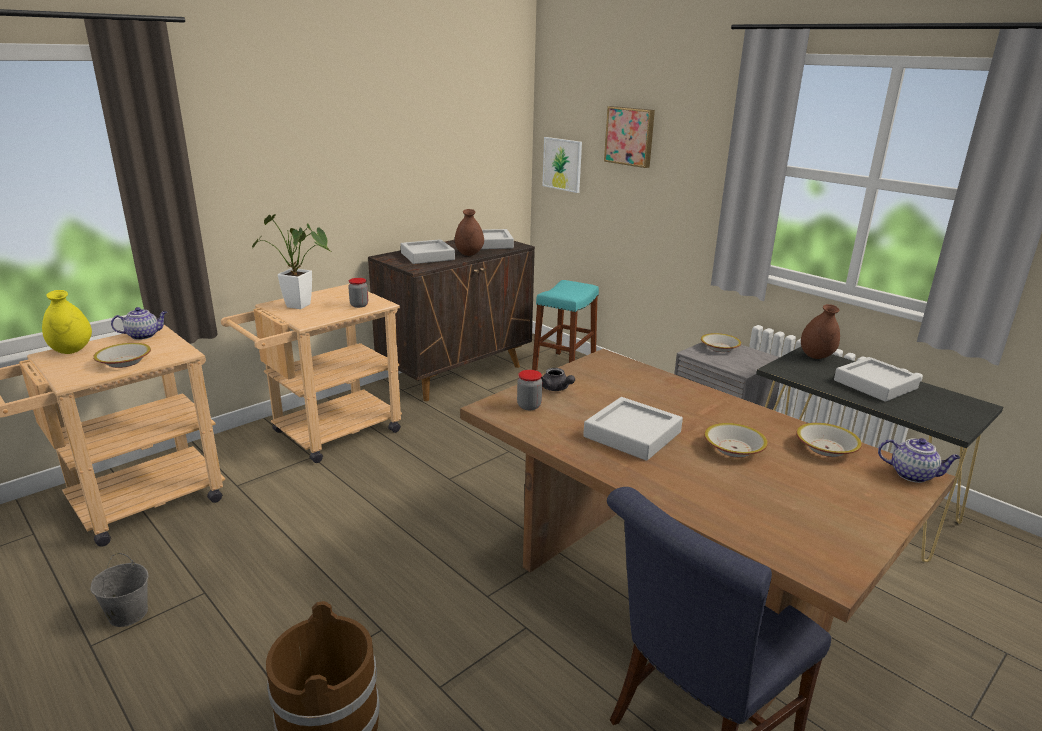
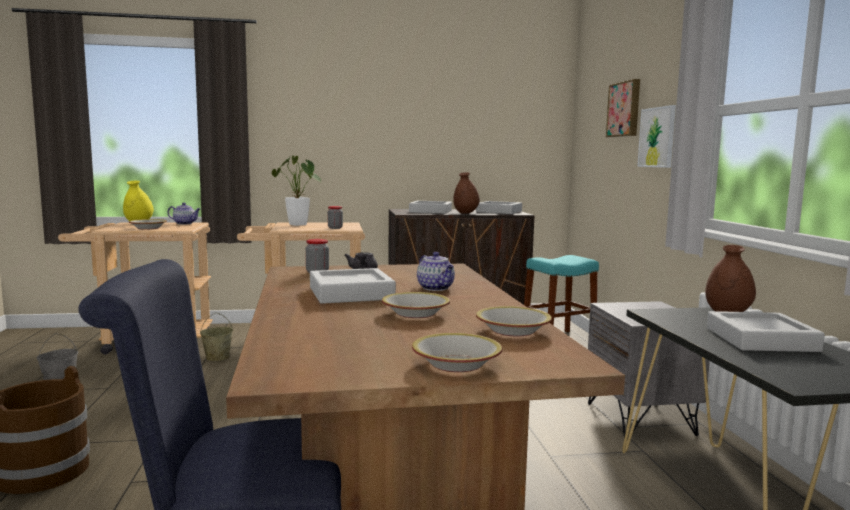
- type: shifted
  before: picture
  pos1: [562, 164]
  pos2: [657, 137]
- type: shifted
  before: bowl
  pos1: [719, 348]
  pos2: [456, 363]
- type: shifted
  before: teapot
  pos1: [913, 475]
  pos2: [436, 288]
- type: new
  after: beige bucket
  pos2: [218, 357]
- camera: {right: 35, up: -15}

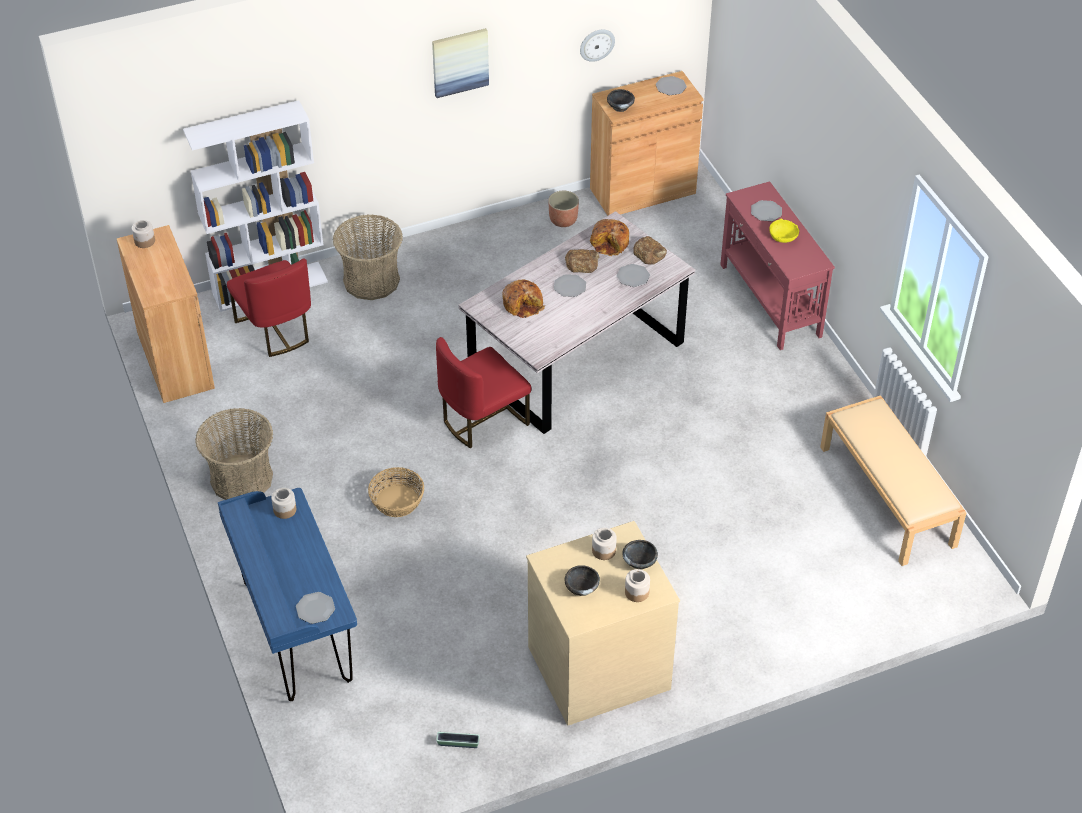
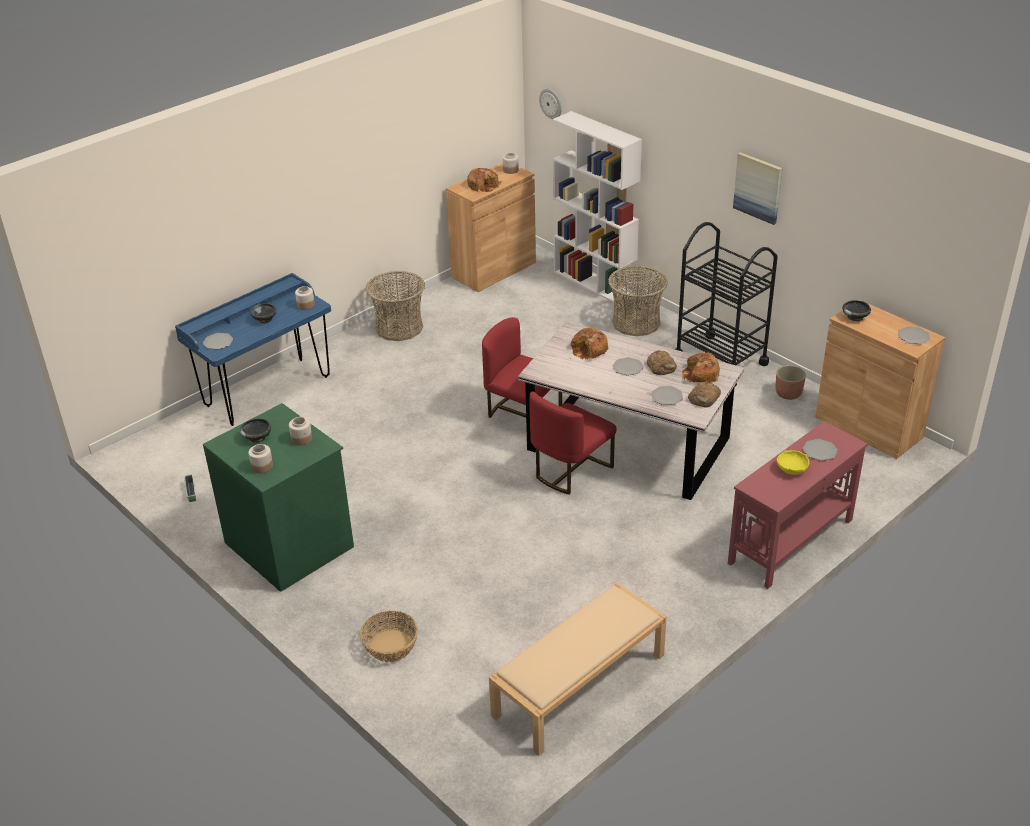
- type: shifted
  before: red chair
  pos1: [276, 330]
  pos2: [570, 471]
- type: shifted
  before: basket
  pos1: [397, 501]
  pos2: [390, 645]
- type: repainted
  before: beige dresser
  after: green dresser
  pos1: [598, 666]
  pos2: [291, 544]
- type: shifted
  before: wall clock
  pos1: [596, 44]
  pos2: [551, 103]
- type: shifted
  before: black bowl
  pos1: [639, 562]
  pos2: [265, 319]
- type: new
  after: bread
  pos2: [483, 185]
- type: new
  after: black cart
  pos2: [720, 360]
- camera: {right: 70, up: -10}

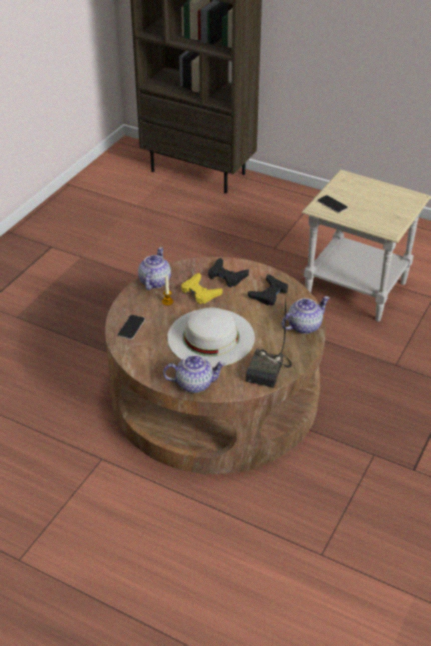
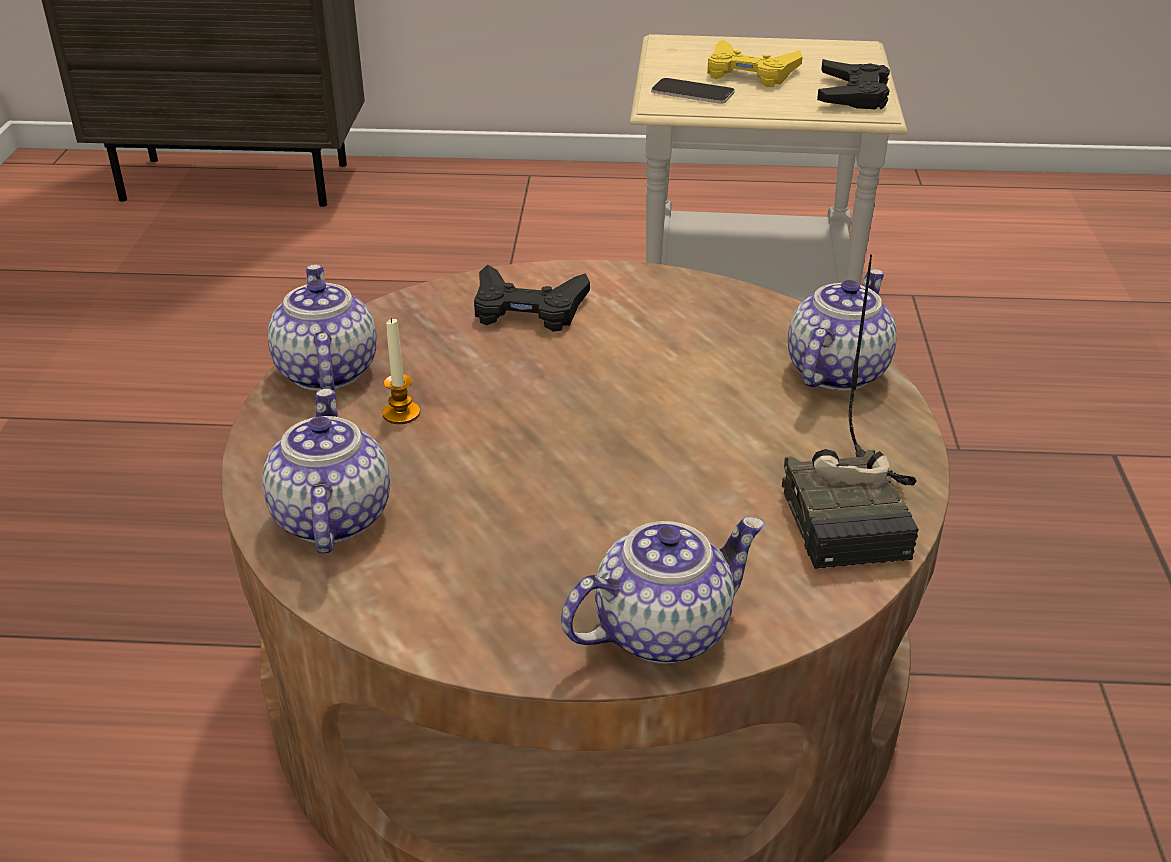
- type: swapped
  before: phone
  after: teapot
  pos1: [131, 327]
  pos2: [330, 517]
- type: gone
  before: white hat
  pos1: [211, 337]
- type: shifted
  before: yellow game controller
  pos1: [200, 292]
  pos2: [750, 73]
- type: shifted
  before: black game controller
  pos1: [269, 294]
  pos2: [852, 94]
- camera: {right: -25, up: -5}

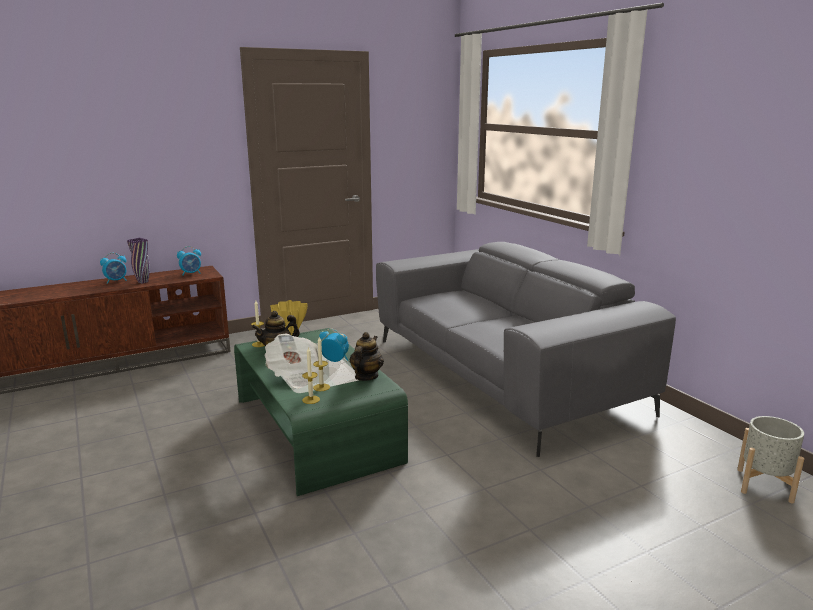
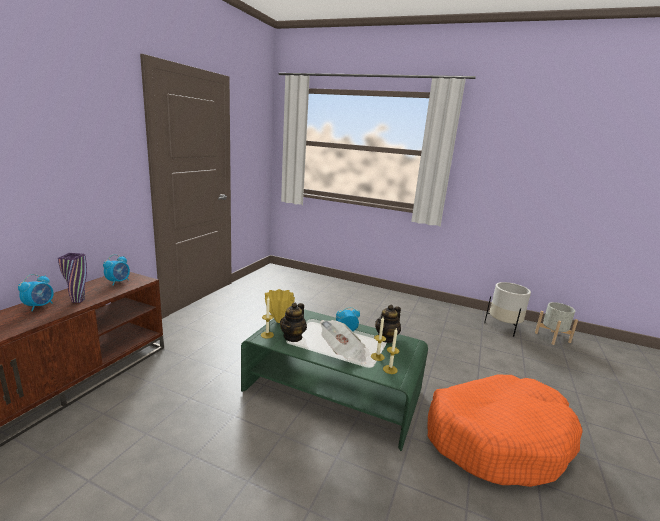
- type: rotated
  before: teapot
  pos1: [366, 376]
  pos2: [386, 338]
  turn: -120
- type: gone
  before: grey sofa
  pos1: [501, 375]
- type: new
  after: orange dog bed
  pos2: [496, 438]
- type: new
  after: white planter
  pos2: [503, 327]
- camera: {right: -40, up: 0}

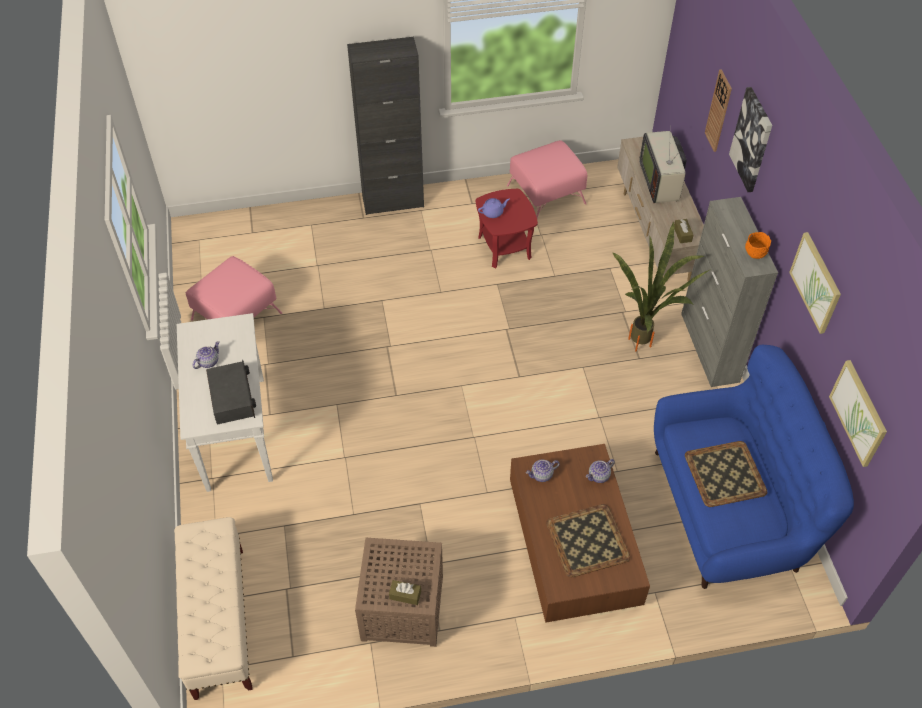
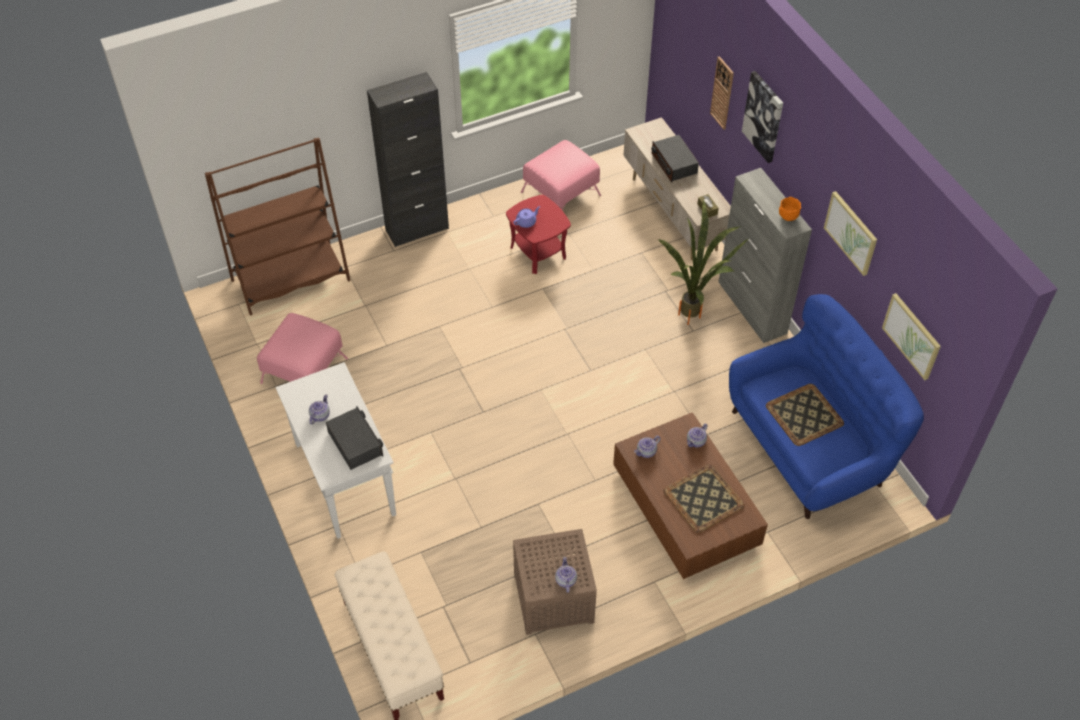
- type: swapped
  before: brown tissue box
  after: teapot
  pos1: [405, 595]
  pos2: [565, 580]
- type: swapped
  before: television
  after: radio
  pos1: [661, 182]
  pos2: [673, 163]
- type: new
  after: brown bookcase
  pos2: [291, 280]
- camera: {right: -15, up: 0}

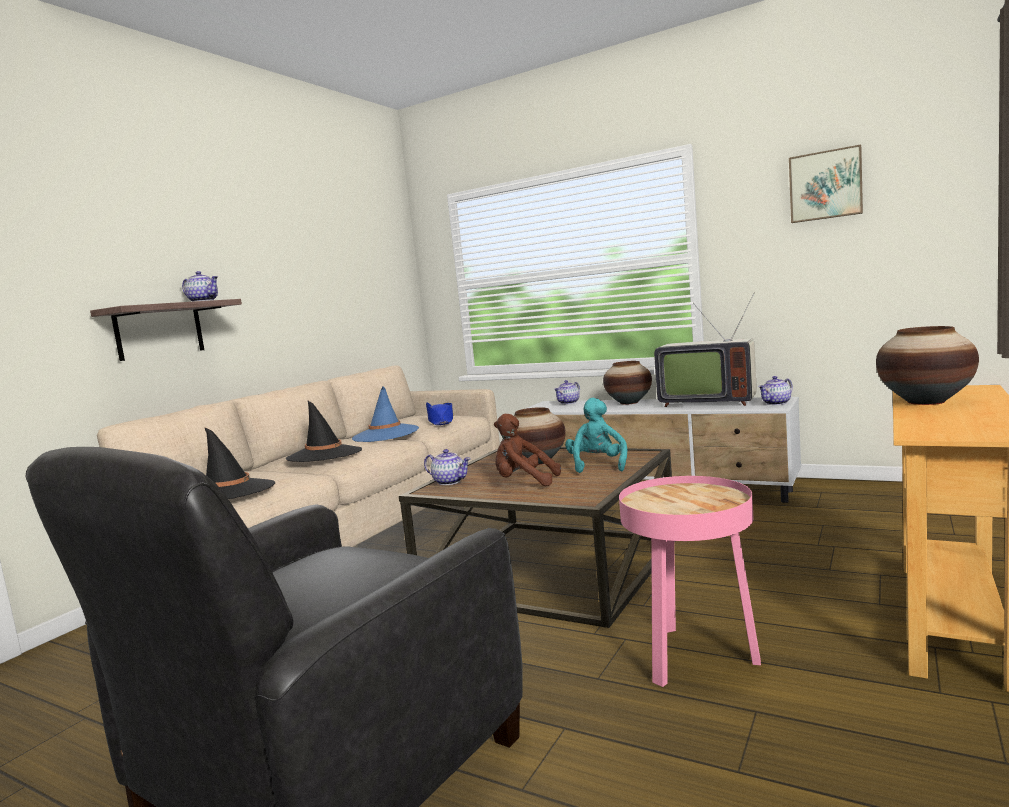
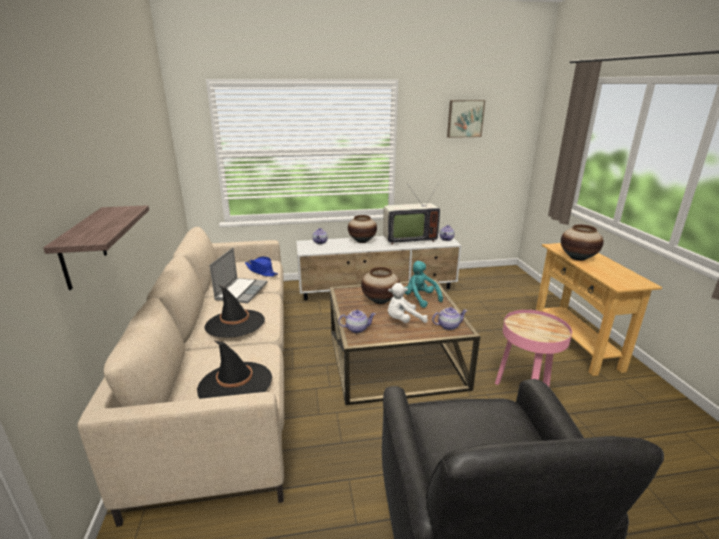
- type: shifted
  before: teapot
  pos1: [204, 301]
  pos2: [448, 326]
- type: swapped
  before: blue hat
  after: laptop
  pos1: [385, 434]
  pos2: [241, 291]
- type: repainted
  before: brown plush toy
  after: white plush toy
  pos1: [523, 482]
  pos2: [403, 321]
- camera: {right: -40, up: 15}

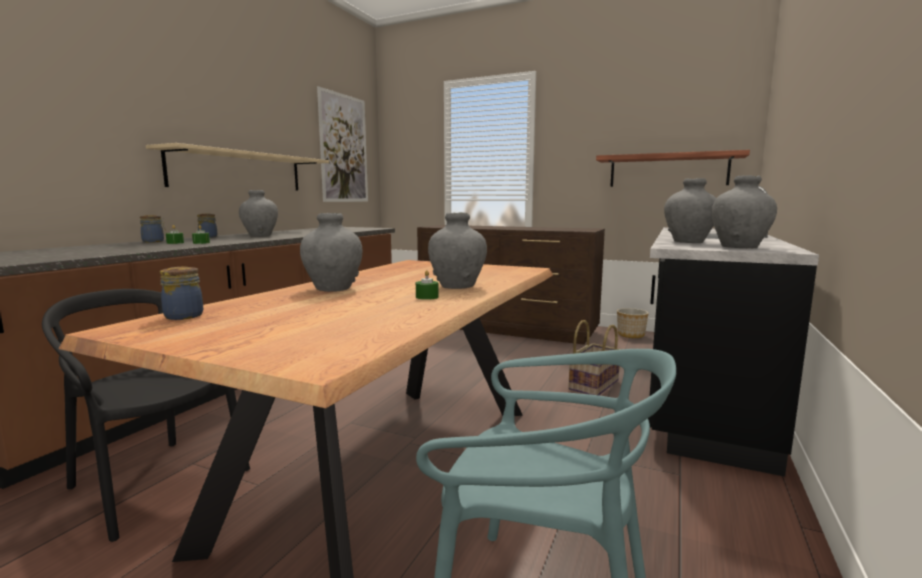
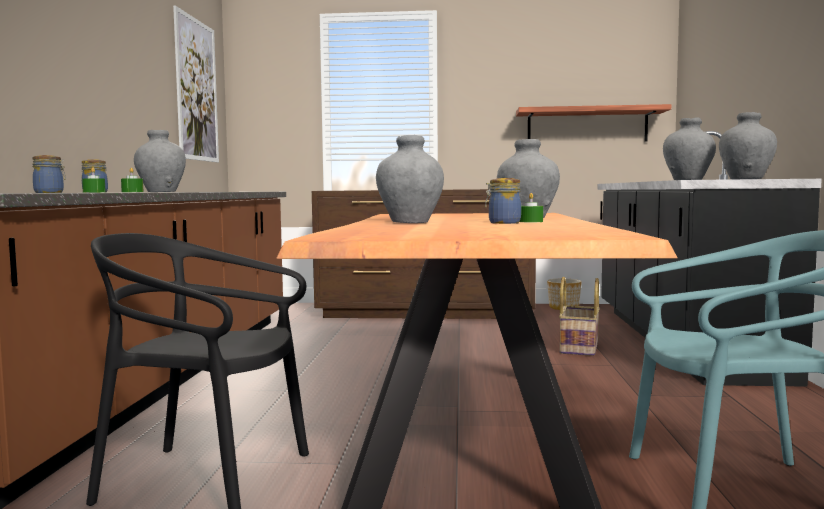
- type: gone
  before: beige shelf
  pos1: [239, 171]
- type: shifted
  before: jar
  pos1: [182, 316]
  pos2: [503, 223]
- camera: {right: -20, up: -5}

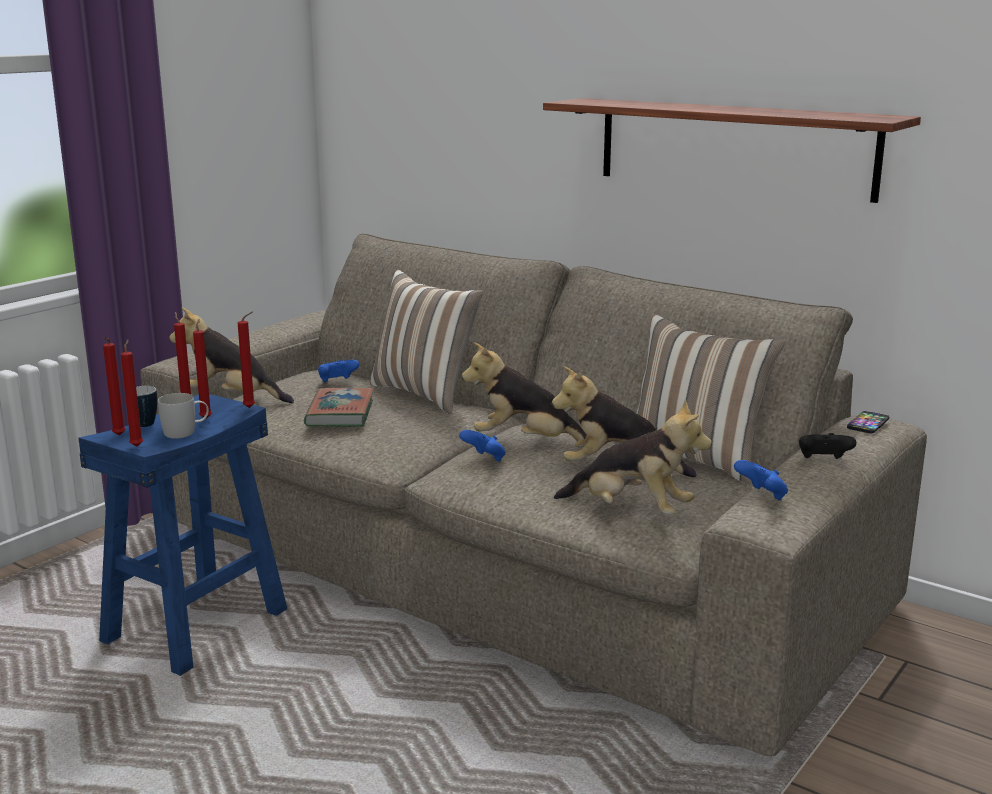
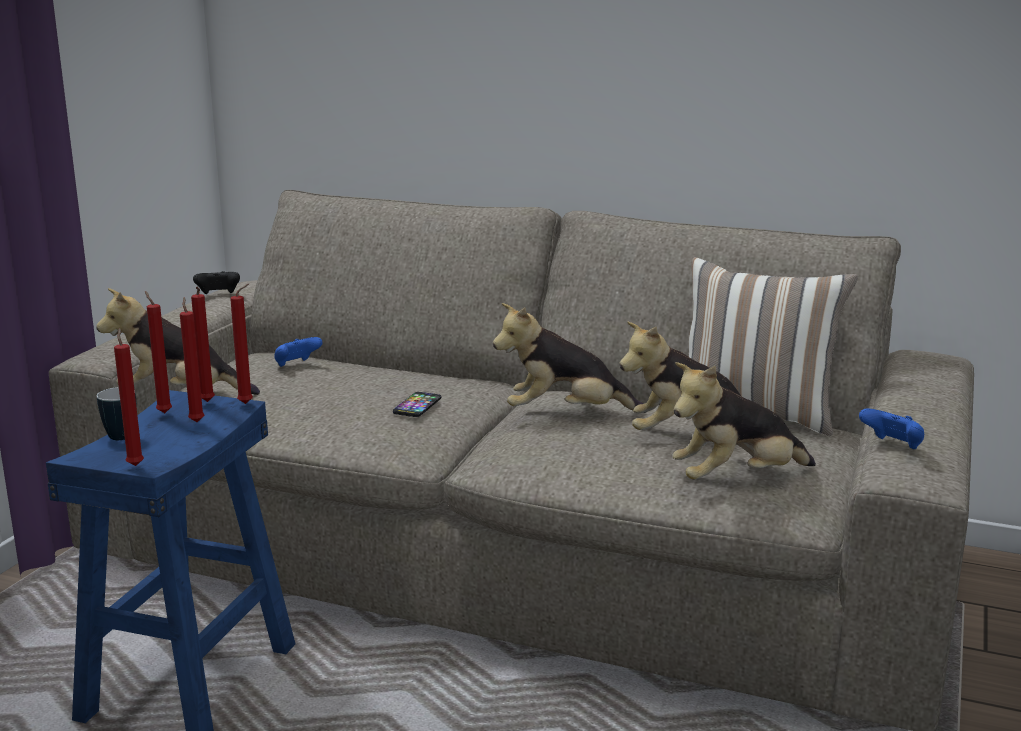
- type: shifted
  before: red candle
  pos1: [118, 436]
  pos2: [207, 402]
- type: gone
  before: white mug
  pos1: [186, 432]
- type: gone
  before: book
  pos1: [340, 413]
- type: gone
  before: pillow
  pos1: [425, 394]
- type: gone
  before: blue game controller
  pos1: [485, 459]
- type: gone
  before: shelf
  pos1: [734, 147]
- type: rotated
  before: plush toy
  pos1: [631, 511]
  pos2: [736, 479]
  turn: 150
- type: shifted
  before: black game controller
  pos1: [823, 461]
  pos2: [218, 295]
- type: shifted
  before: phone
  pos1: [868, 423]
  pos2: [417, 406]
- camera: {right: -15, up: 0}

